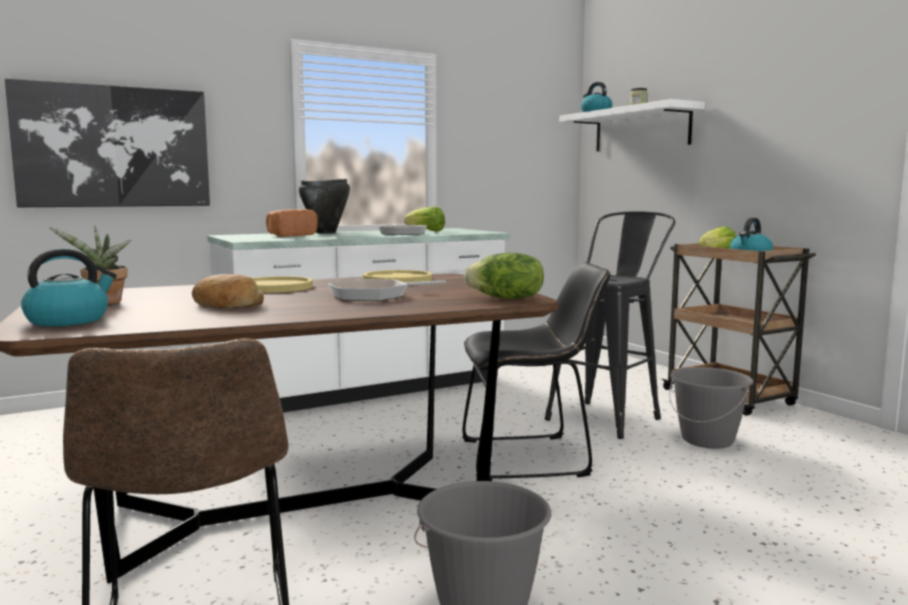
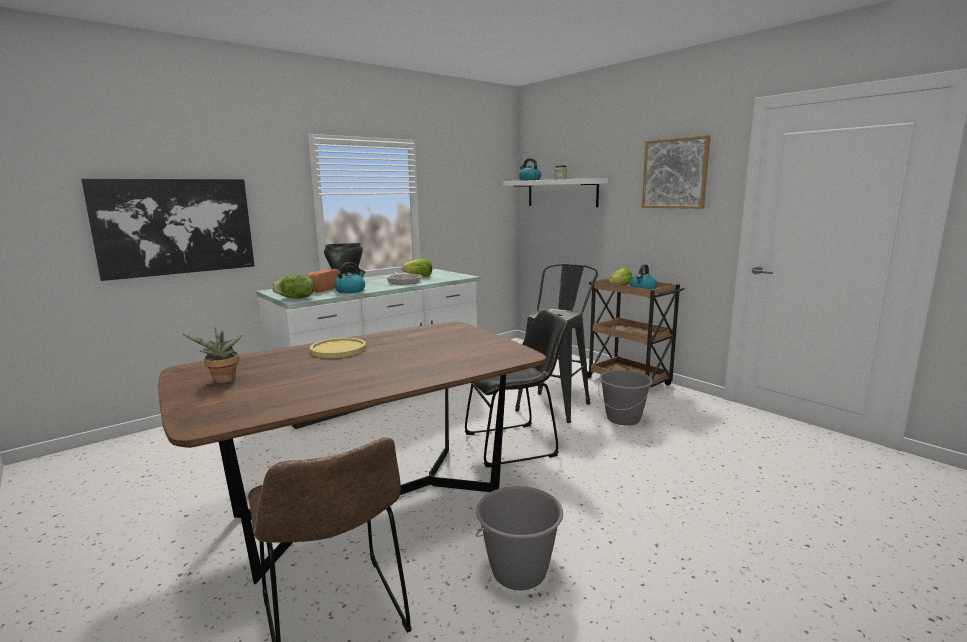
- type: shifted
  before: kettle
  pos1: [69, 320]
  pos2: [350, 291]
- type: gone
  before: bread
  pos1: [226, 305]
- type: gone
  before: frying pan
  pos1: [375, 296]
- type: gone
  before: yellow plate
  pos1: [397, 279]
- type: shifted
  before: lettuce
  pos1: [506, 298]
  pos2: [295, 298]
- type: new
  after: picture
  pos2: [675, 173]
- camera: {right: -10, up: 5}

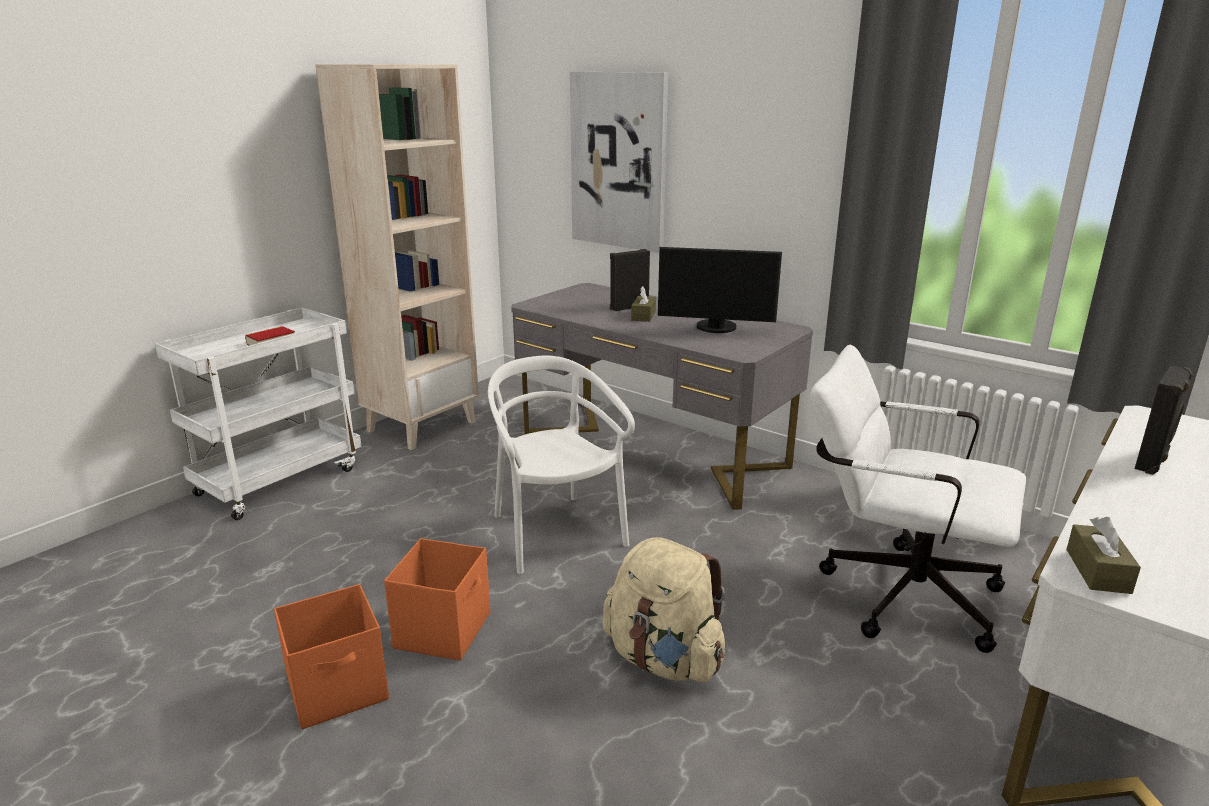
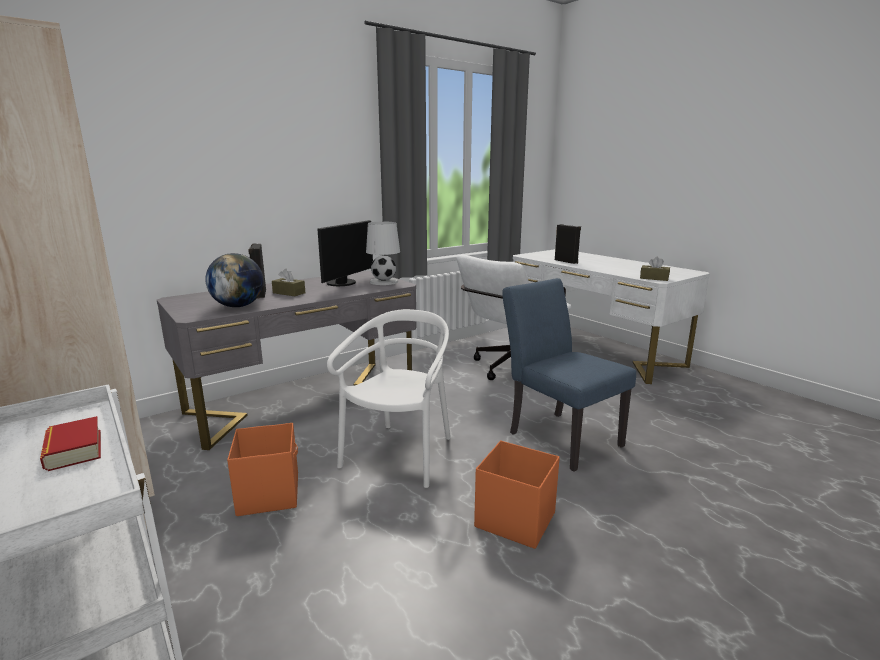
- type: shifted
  before: orange storage box
  pos1: [339, 689]
  pos2: [269, 493]
- type: rotated
  before: white chair
  pos1: [555, 533]
  pos2: [400, 454]
  turn: 120
- type: gone
  before: picture
  pos1: [619, 161]
- type: swapped
  before: beige backpack
  after: blue chair
  pos1: [664, 659]
  pos2: [558, 436]
- type: new
  after: globe
  pos2: [238, 306]
- type: new
  after: white table lamp
  pos2: [384, 281]
- camera: {right: -75, up: -5}

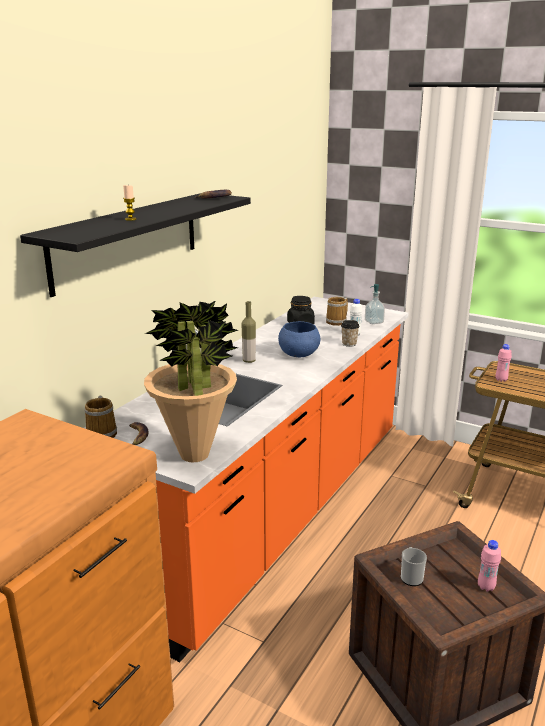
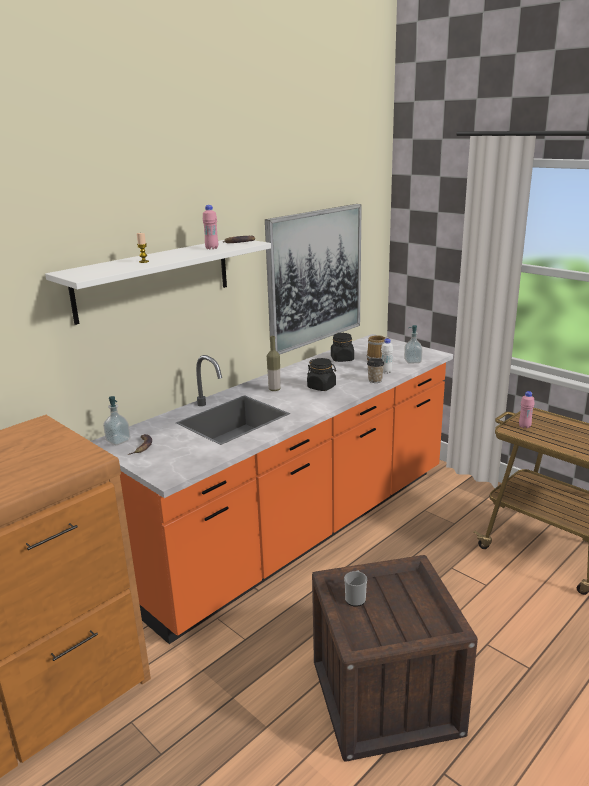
- type: repainted
  before: black shelf
  after: white shelf
  pos1: [127, 240]
  pos2: [154, 279]
- type: swapped
  before: mug
  after: soap dispenser
  pos1: [103, 433]
  pos2: [118, 440]
- type: gone
  before: potted plant
  pos1: [195, 454]
- type: swapped
  before: blue bowl
  after: black jar
  pos1: [298, 354]
  pos2: [321, 387]
- type: shifted
  before: pink bottle
  pos1: [486, 587]
  pos2: [212, 248]
- type: new
  after: picture
  pos2: [314, 277]
- camera: {right: 15, up: 0}

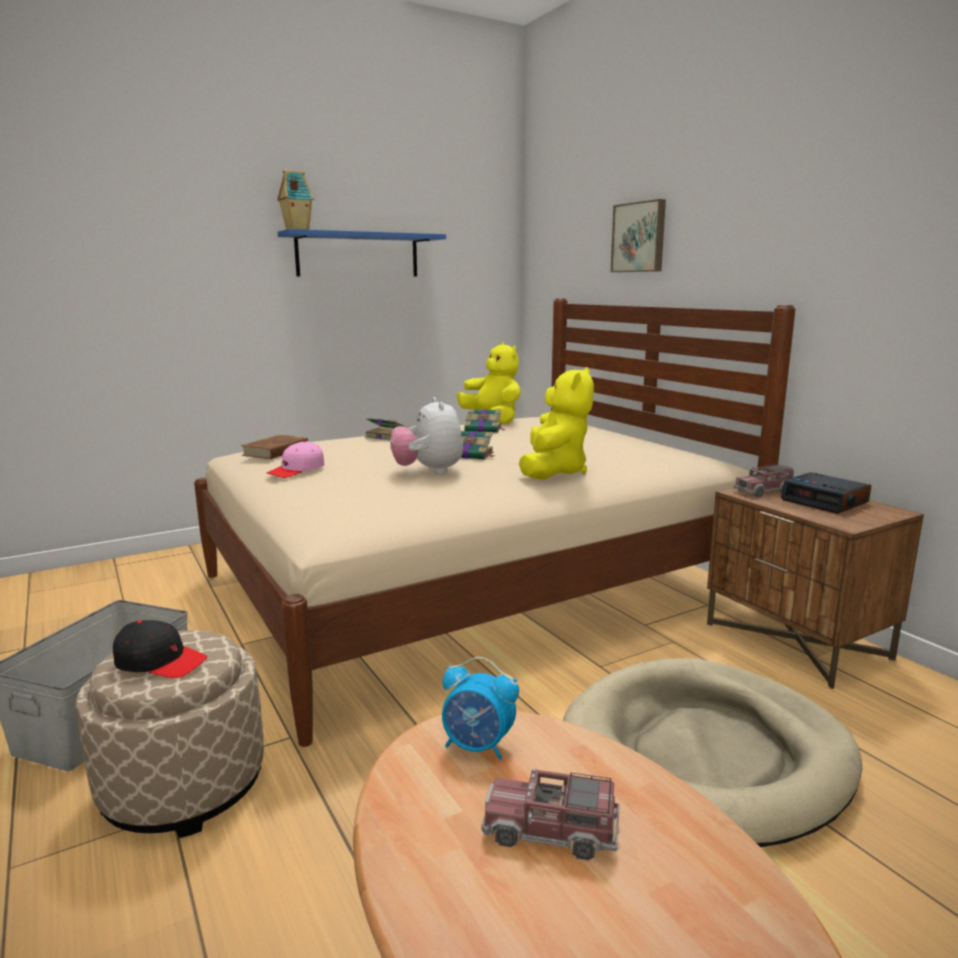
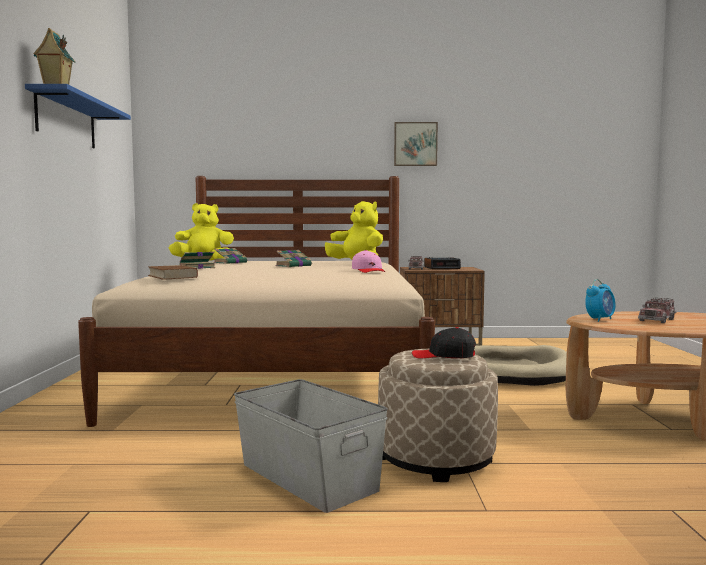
- type: rotated
  before: black cap
  pos1: [160, 661]
  pos2: [444, 356]
  turn: -120
- type: shifted
  before: pink cap
  pos1: [296, 470]
  pos2: [368, 271]
- type: gone
  before: plush toy
  pos1: [428, 471]
- type: shifted
  before: picture
  pos1: [639, 237]
  pos2: [415, 144]
- camera: {right: -60, up: -10}

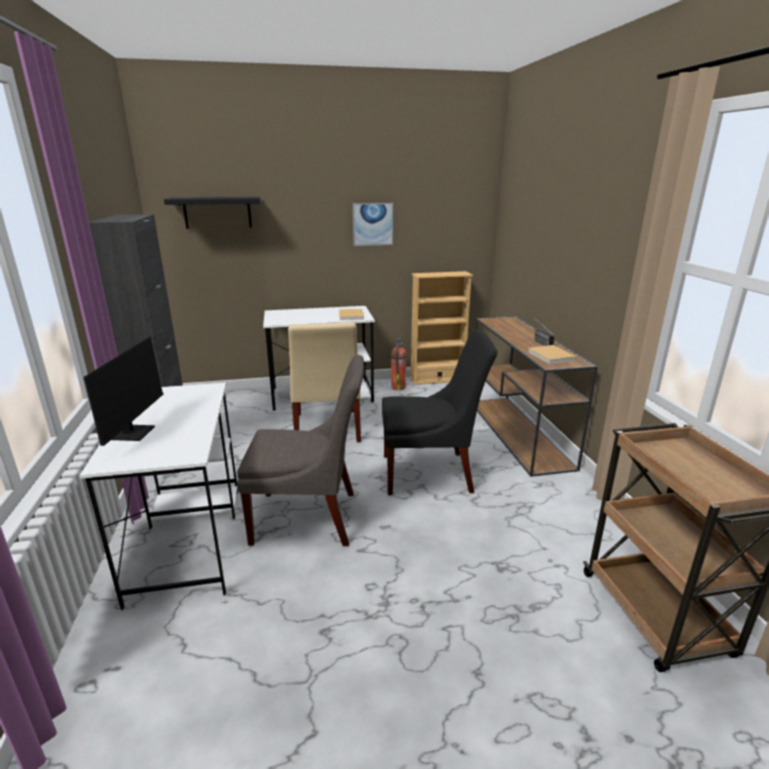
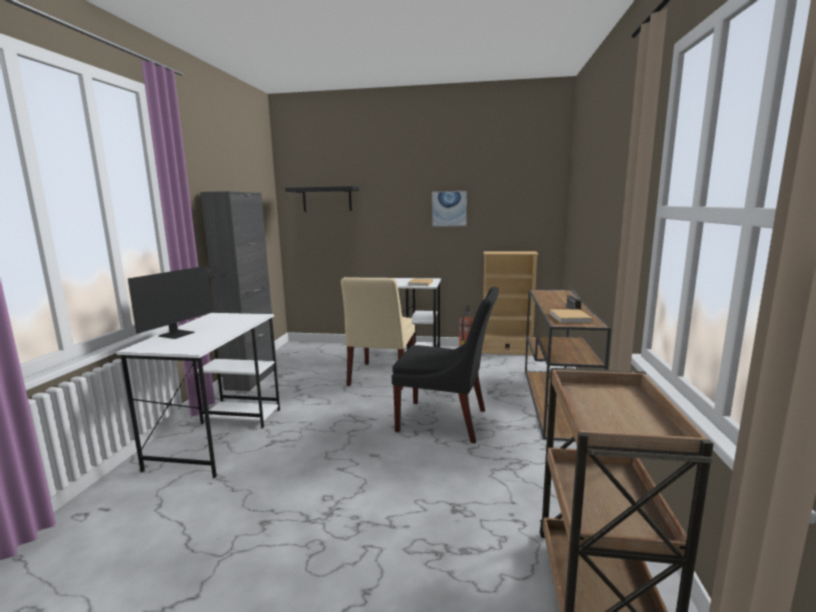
- type: gone
  before: grey chair
  pos1: [310, 518]
- camera: {right: 20, up: -10}

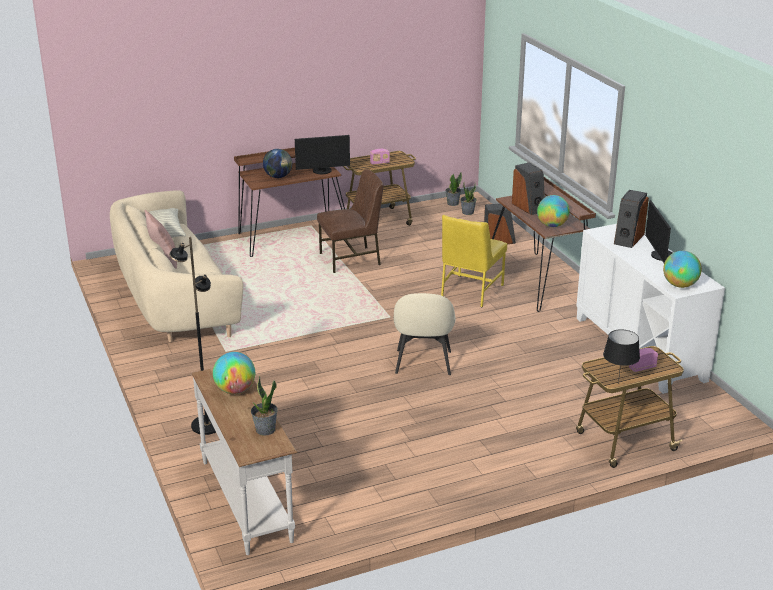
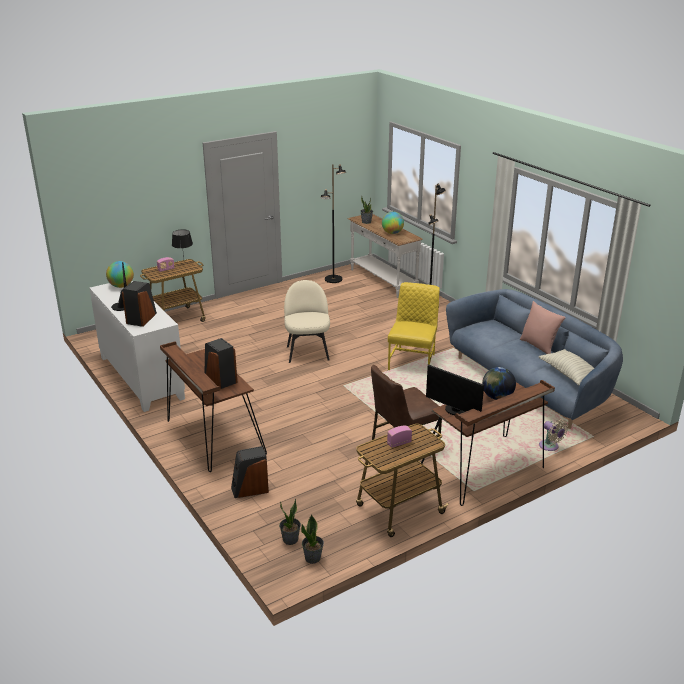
- type: repainted
  before: beige sofa
  after: blue sofa
  pos1: [175, 301]
  pos2: [529, 383]
- type: rotated
  before: monitor
  pos1: [322, 171]
  pos2: [455, 410]
  turn: -120
- type: shifted
  before: yellow chair
  pos1: [470, 291]
  pos2: [413, 362]
- type: gone
  before: globe
  pos1: [552, 225]
- type: new
  after: black floor lamp
  pos2: [333, 279]
- type: new
  after: beige fan
  pos2: [550, 447]
- camera: {right: 170, up: 0}

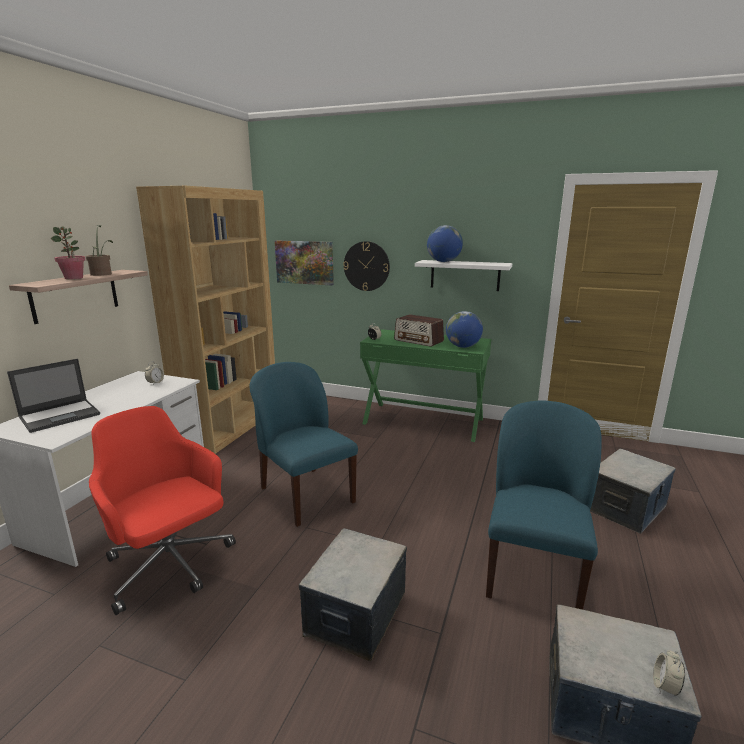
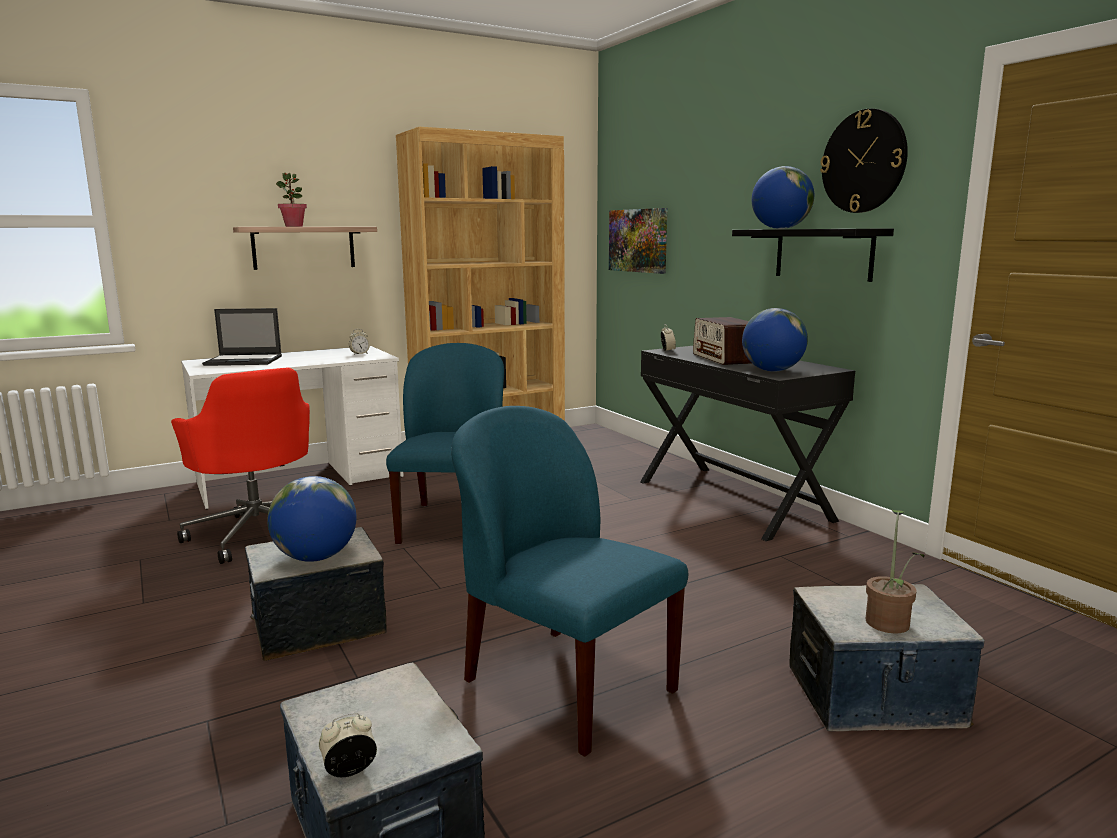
- type: shifted
  before: potted plant
  pos1: [102, 274]
  pos2: [889, 620]
- type: rotated
  before: red office chair
  pos1: [170, 565]
  pos2: [258, 532]
  turn: 150
- type: shifted
  before: wall clock
  pos1: [366, 266]
  pos2: [863, 161]
- type: repainted
  before: green desk
  after: black desk
  pos1: [423, 421]
  pos2: [733, 500]
- type: repainted
  before: white shelf
  after: black shelf
  pos1: [465, 275]
  pos2: [823, 254]
- type: rotated
  before: blue chair
  pos1: [533, 570]
  pos2: [565, 684]
  turn: -105
- type: new
  after: globe
  pos2: [316, 557]
- camera: {right: 40, up: -5}

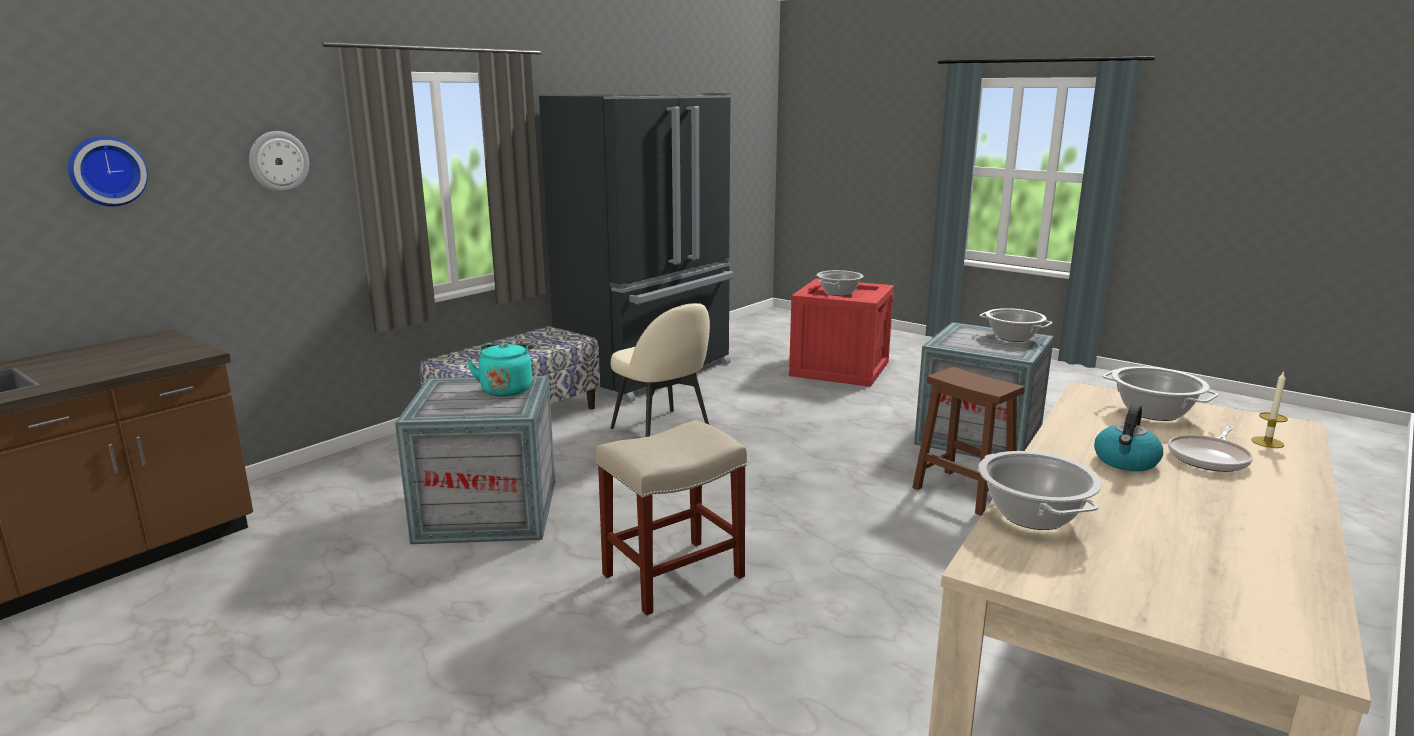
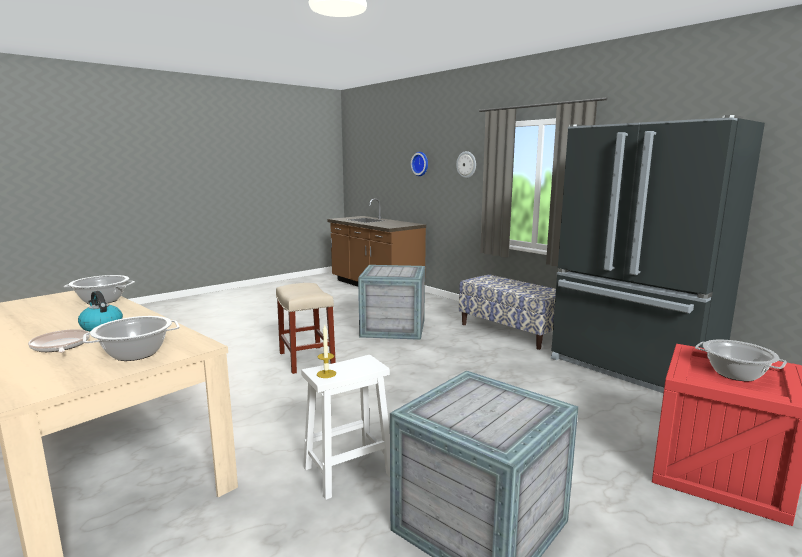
- type: gone
  before: turquoise kettle
  pos1: [506, 389]
- type: gone
  before: beige chair
  pos1: [662, 429]
- type: repainted
  before: brown stool
  after: white stool
  pos1: [965, 492]
  pos2: [347, 471]
- type: gone
  before: cooking pot
  pos1: [1013, 337]
- type: shifted
  before: candle
  pos1: [1267, 442]
  pos2: [326, 374]
- camera: {right: 100, up: -5}

